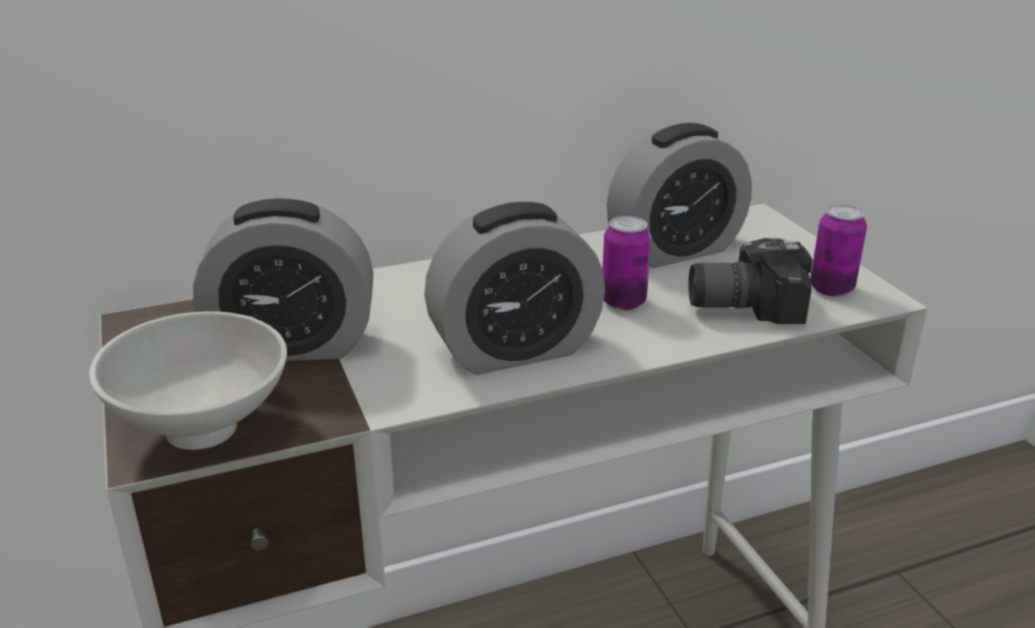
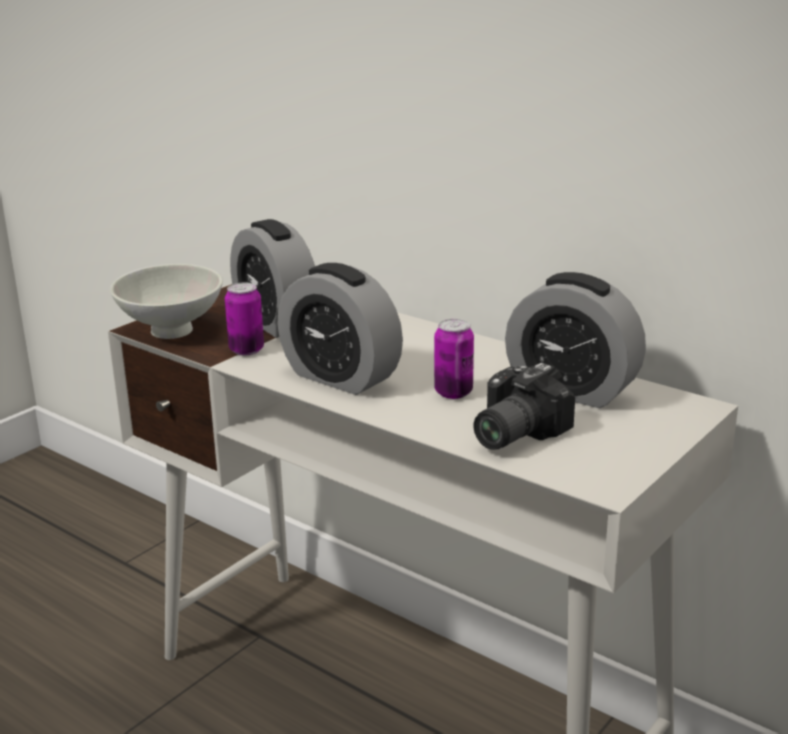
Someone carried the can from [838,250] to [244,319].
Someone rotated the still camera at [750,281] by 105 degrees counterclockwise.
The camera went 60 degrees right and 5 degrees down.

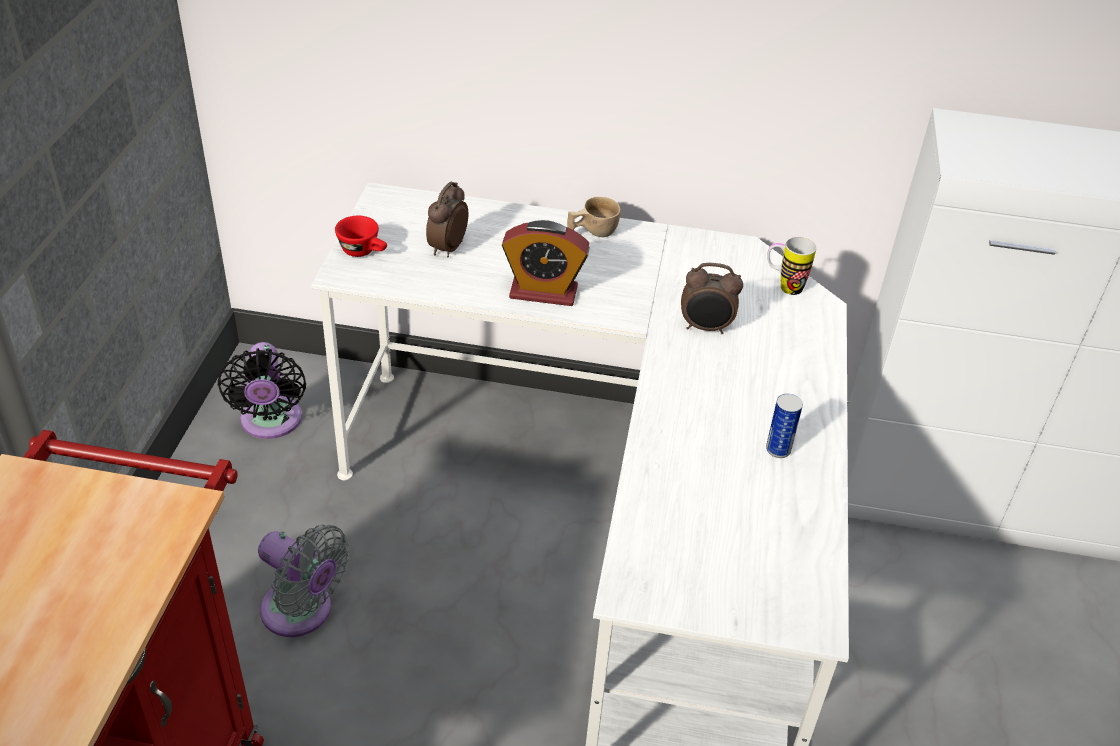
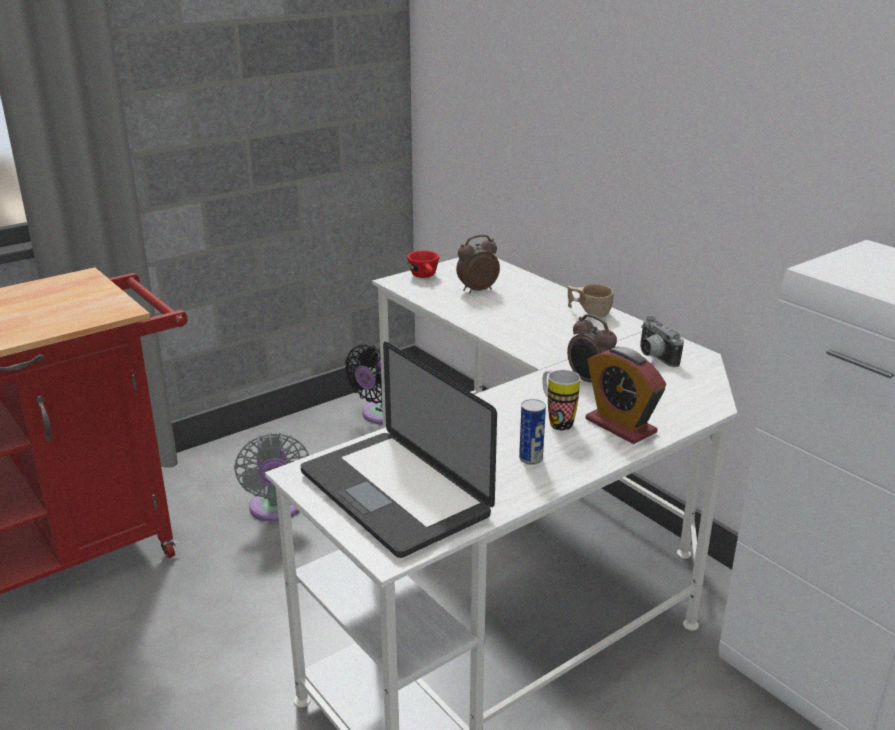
Someone put down the notebook computer at [399,450].
Someone carried the coffee mug from [791,266] to [561,400].
Someone carried the alarm clock from [546,263] to [626,395].
Someone put down the still camera at [662,341].
The camera went 45 degrees right and 15 degrees down.

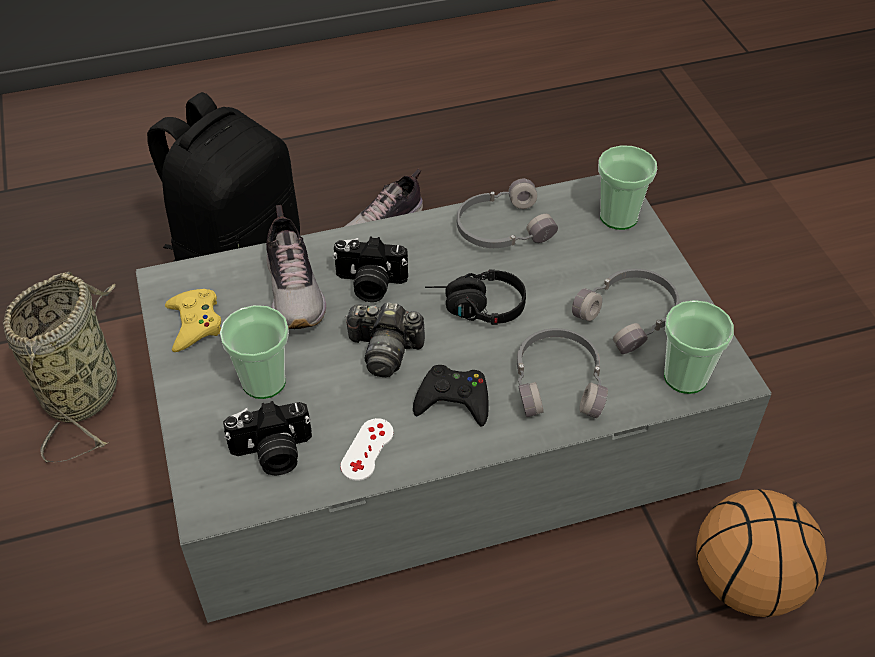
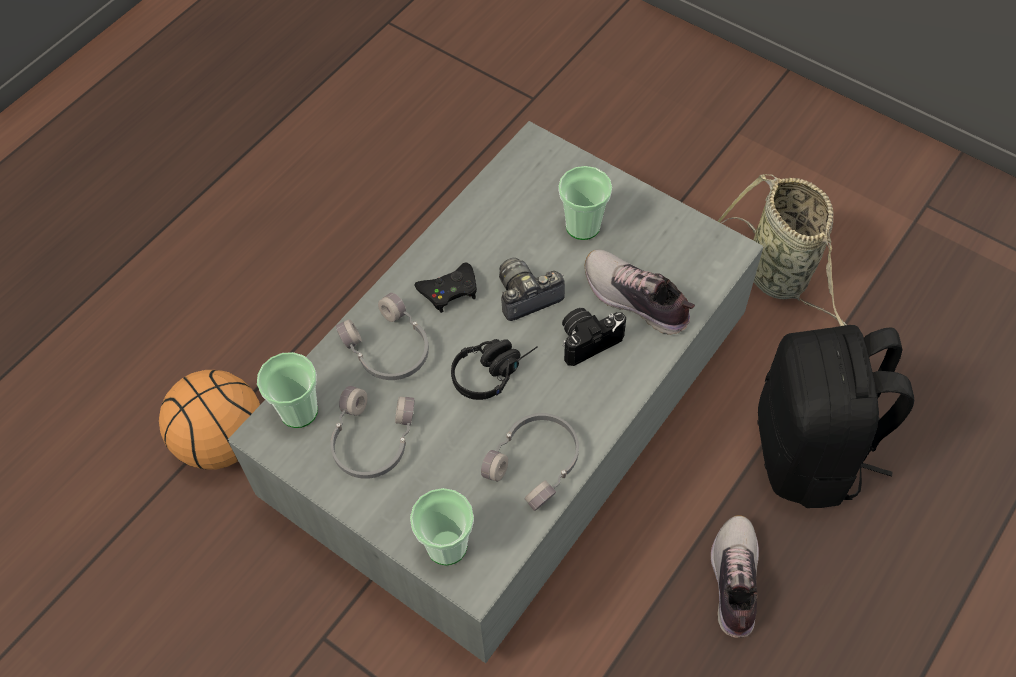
Someone took away the game controller (yellow) at [193,320].
Someone took away the still camera at [267,438].
Someone took away the game controller (white) at [367,449].
The camera went 145 degrees right and 10 degrees up.

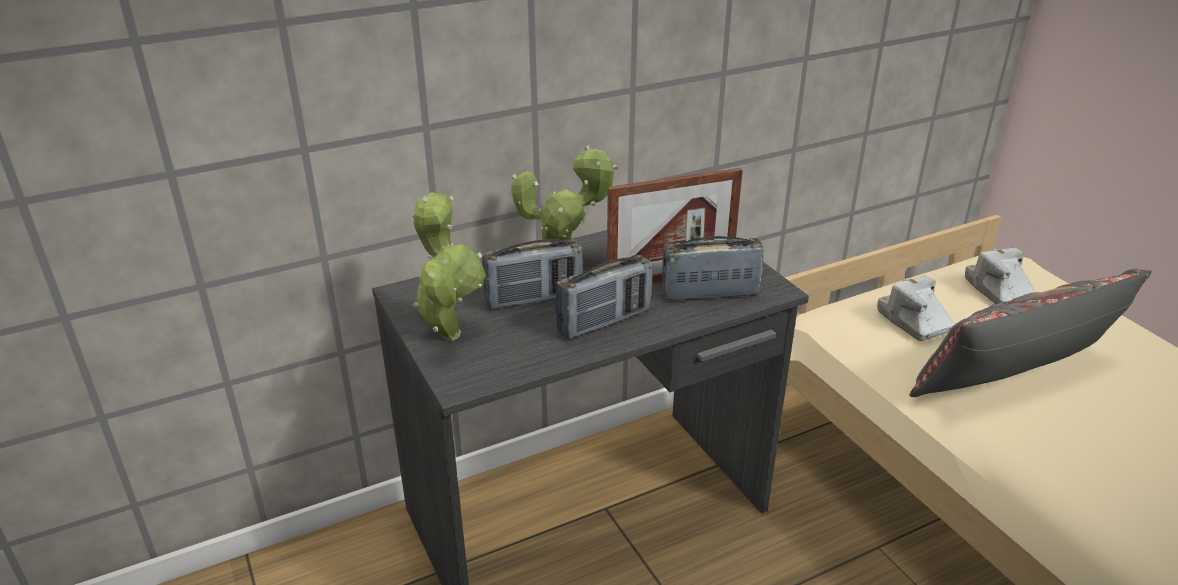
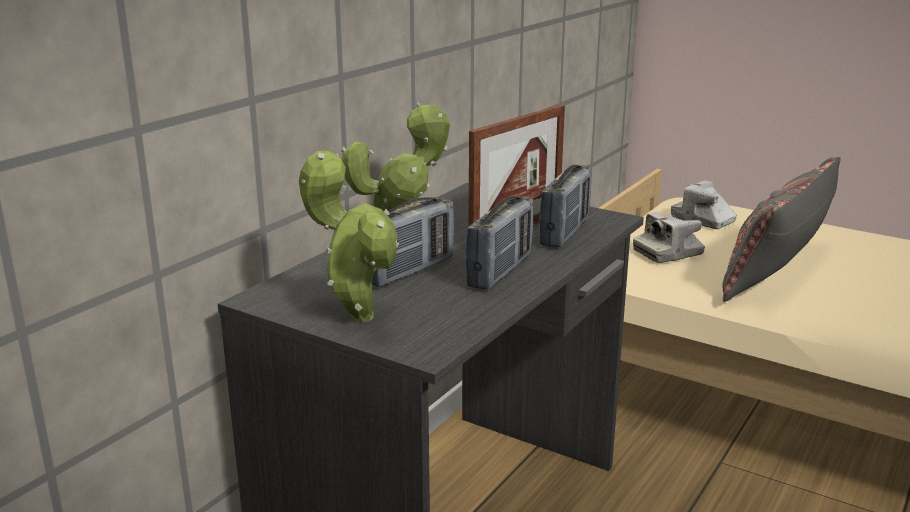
Someone rotated the radio receiver at [713,268] by 150 degrees clockwise.
Someone rotated the still camera at [916,308] by 60 degrees counterclockwise.
The camera went 30 degrees left and 10 degrees down.

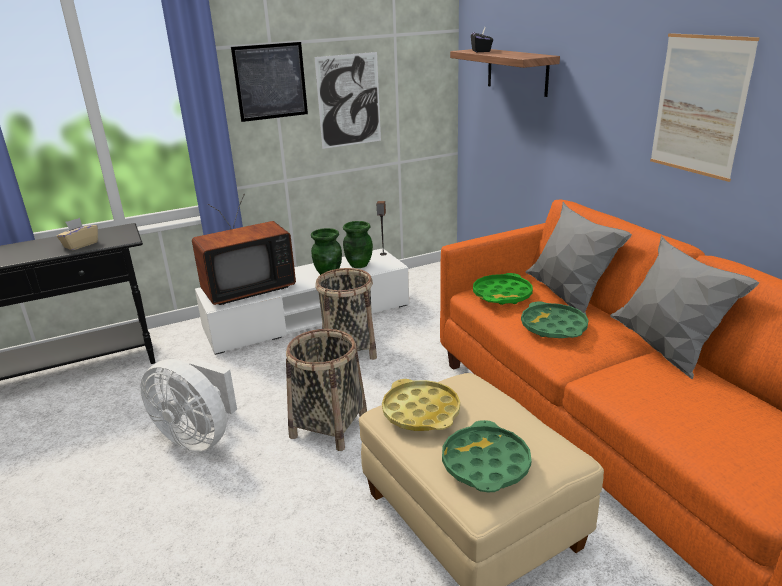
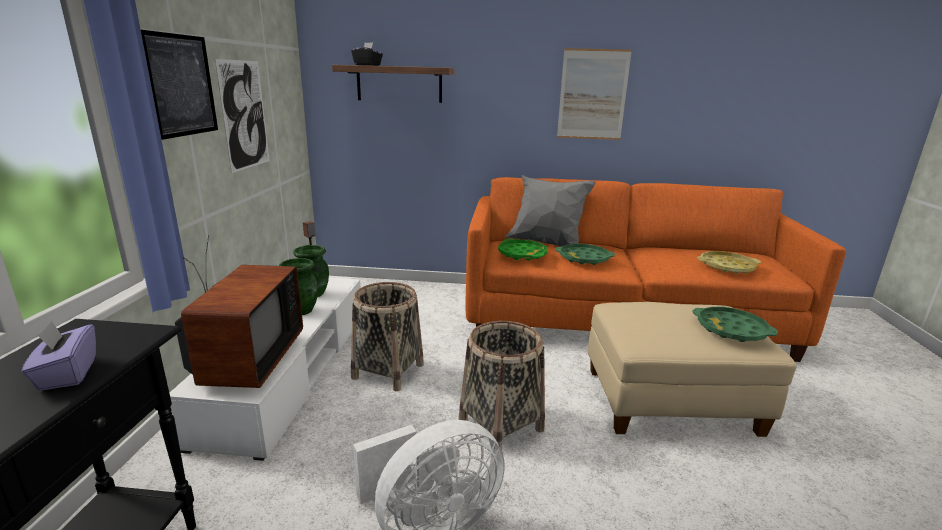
Someone repainted the tissue holder (beige) at [77,234], which became the tissue holder (purple-coloured) at [58,356].
Someone carried the tray (yellow) from [421,405] to [729,262].
Someone took away the pillow (greyish) at [684,307].
The camera went 60 degrees left and 5 degrees down.

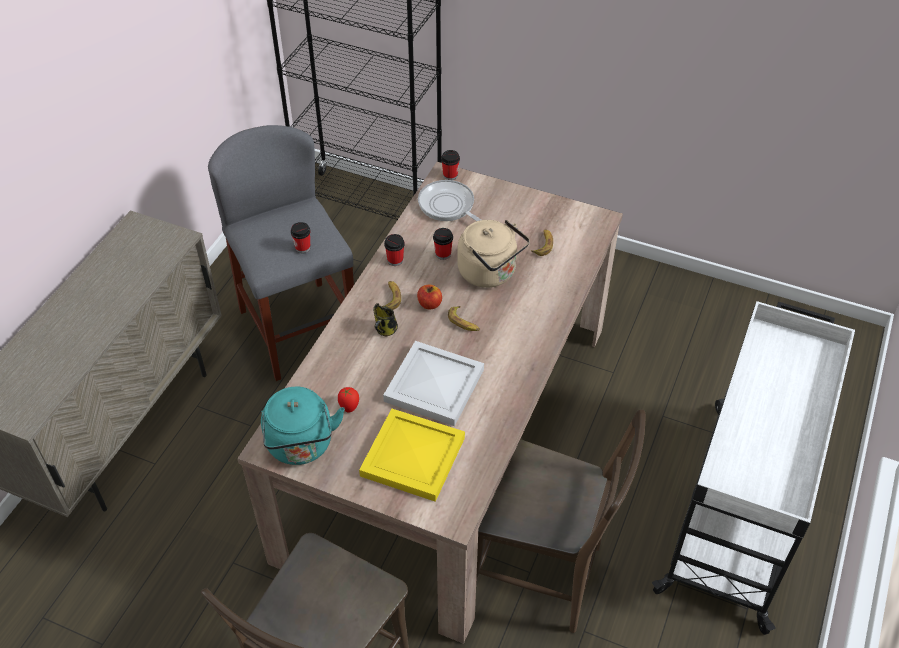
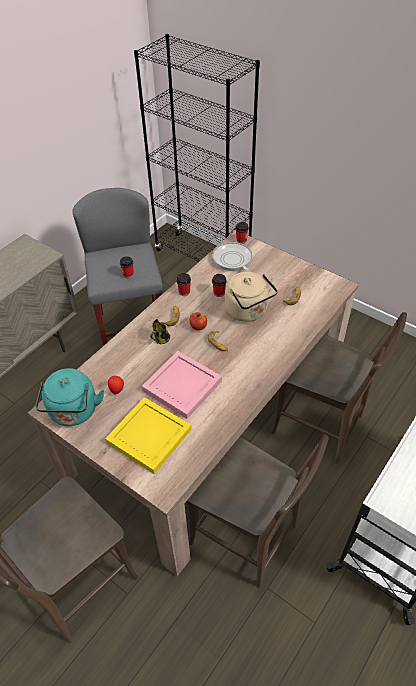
Someone repainted the tray (white) at [433,383], which became the tray (pinkish) at [182,385].
Someone put down the plain chair (brownish) at [339,387].
The camera went 15 degrees right and 0 degrees up.

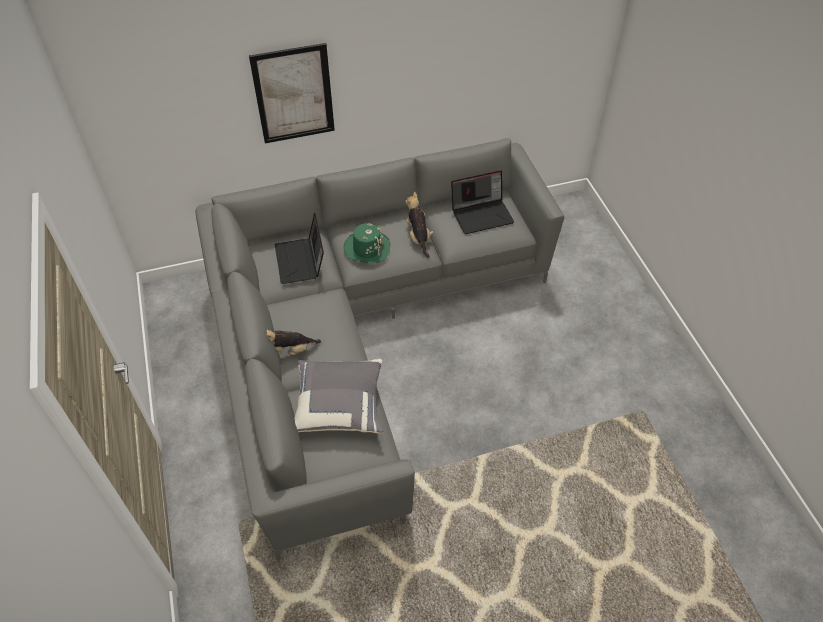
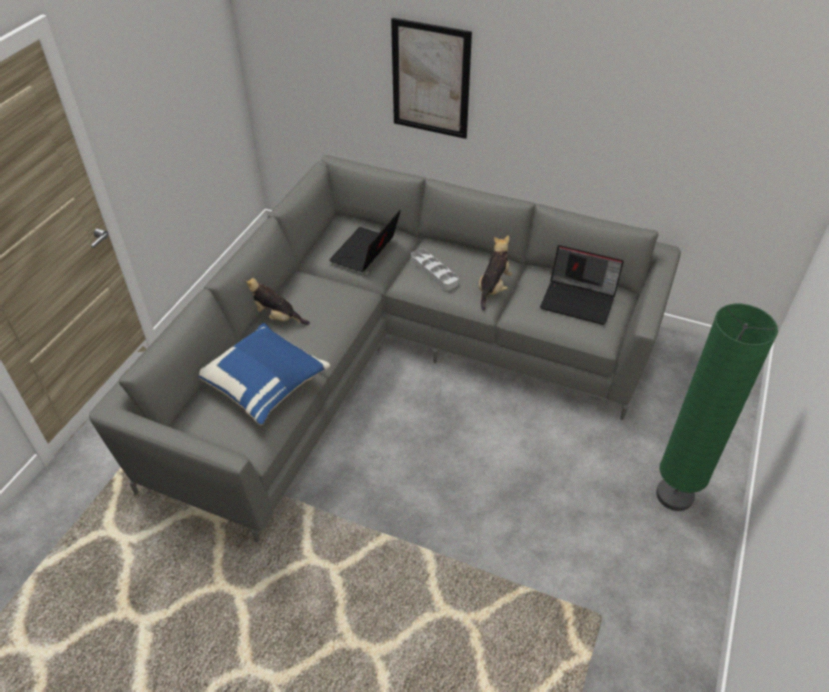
Someone repainted the pillow (greyish) at [338,396], which became the pillow (blue) at [264,374].
Someone swapped the hat (greenish) at [367,243] for the tray (greyish) at [434,269].
Someone put down the standing lamp (greenish) at [717,407].
The camera went 40 degrees right and 5 degrees down.

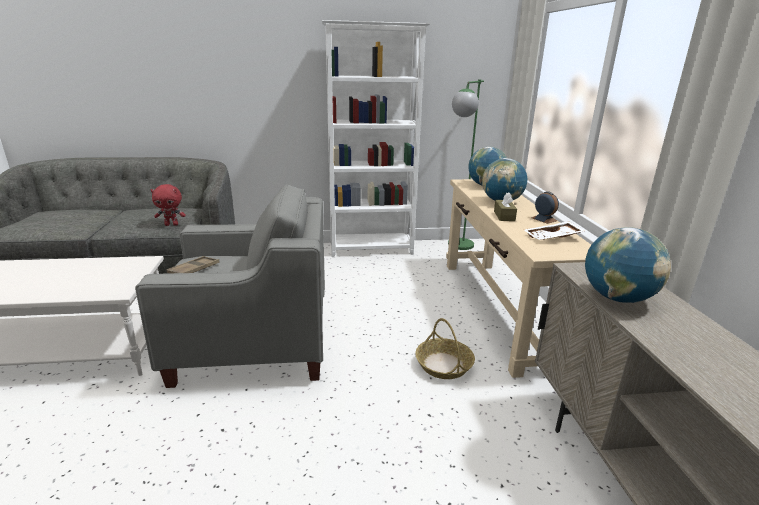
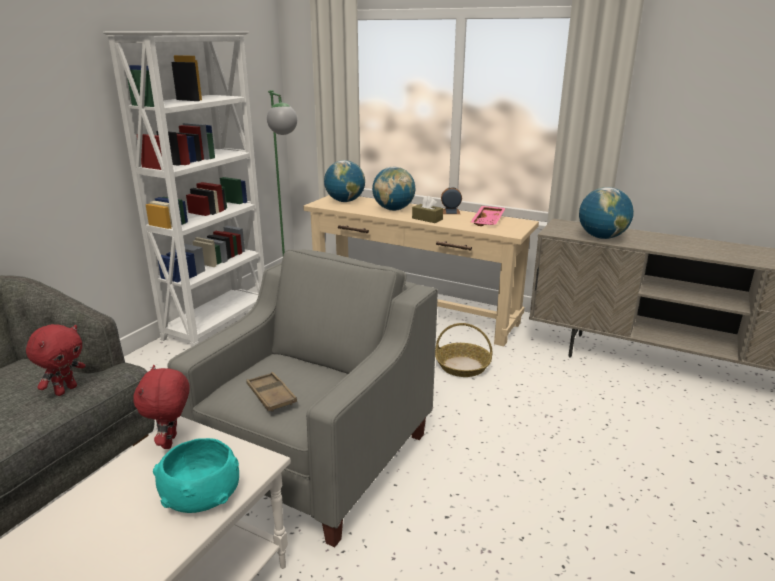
Someone put down the plush toy (red) at [161,407].
Someone put down the serving bowl (turquoise-coloured) at [196,475].
Someone repainted the tray (white) at [555,230], which became the tray (pinkish) at [488,216].
The camera went 55 degrees left and 0 degrees up.

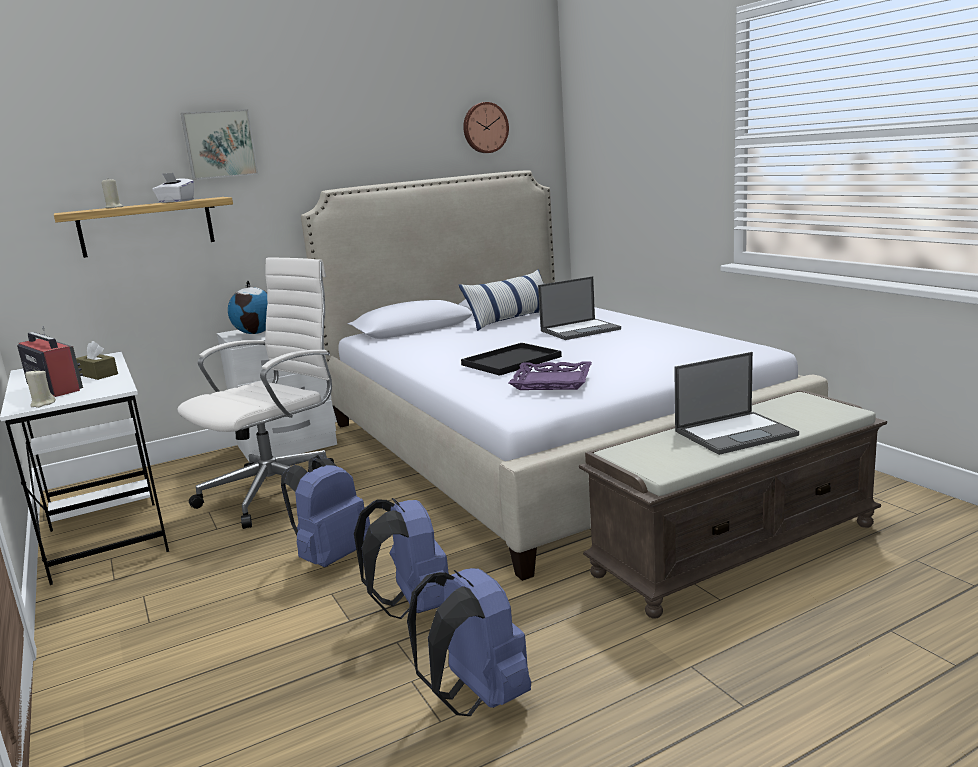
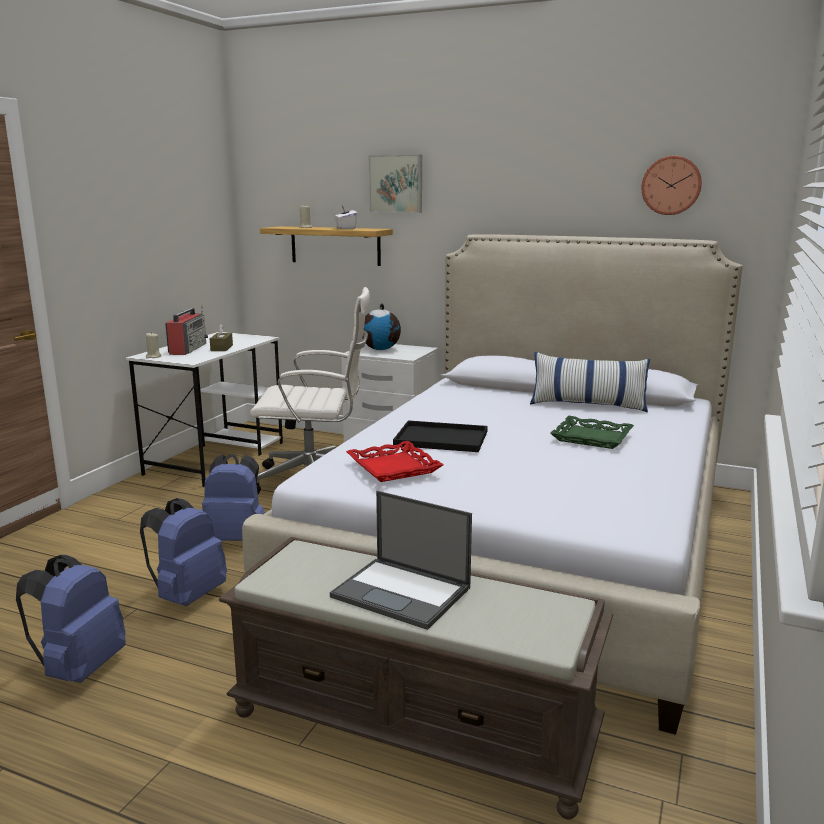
Someone repainted the tray (purple-coloured) at [550,375], which became the tray (red) at [395,461].
Someone swapped the notebook computer at [579,308] for the tray (greenish) at [592,432].
The camera went 50 degrees right and 0 degrees up.

